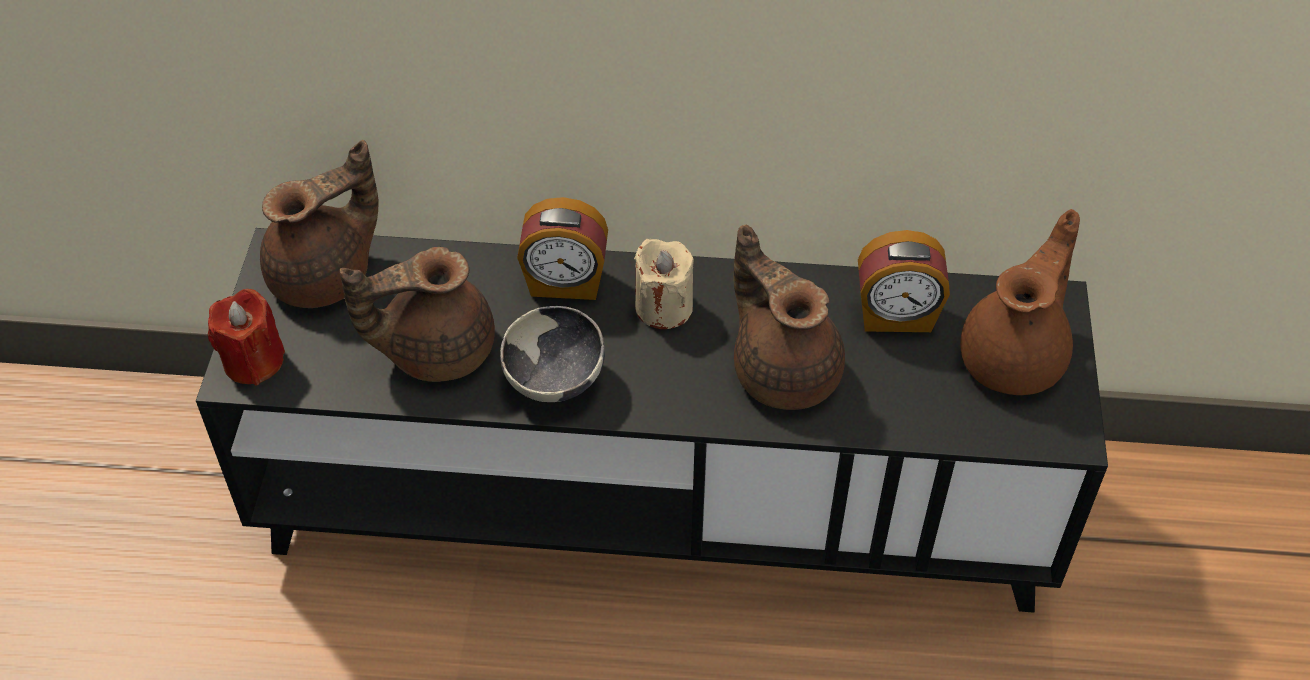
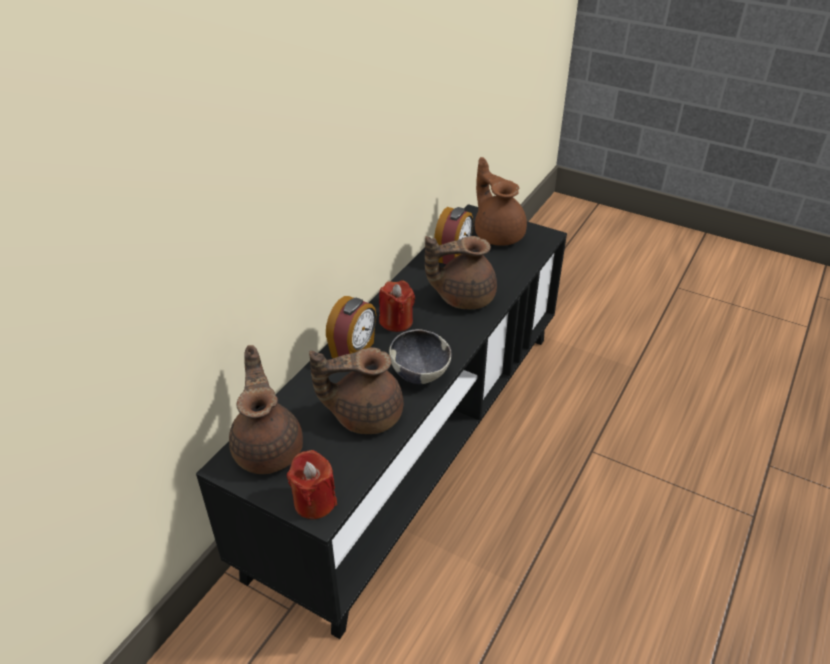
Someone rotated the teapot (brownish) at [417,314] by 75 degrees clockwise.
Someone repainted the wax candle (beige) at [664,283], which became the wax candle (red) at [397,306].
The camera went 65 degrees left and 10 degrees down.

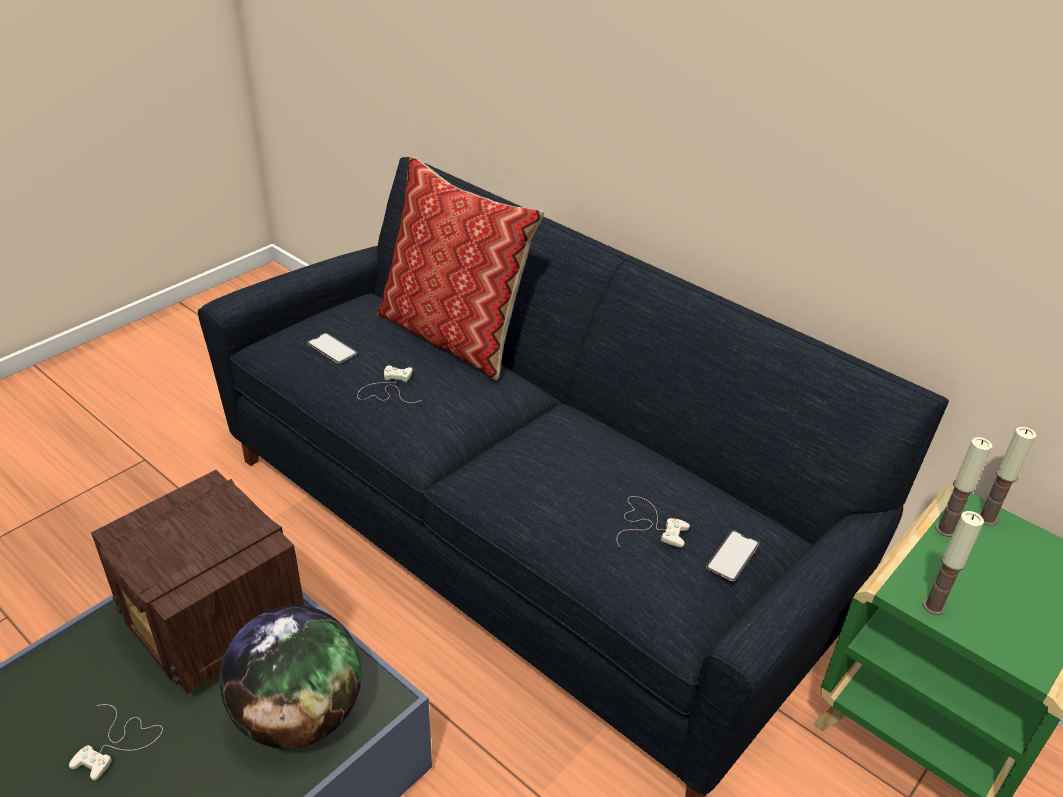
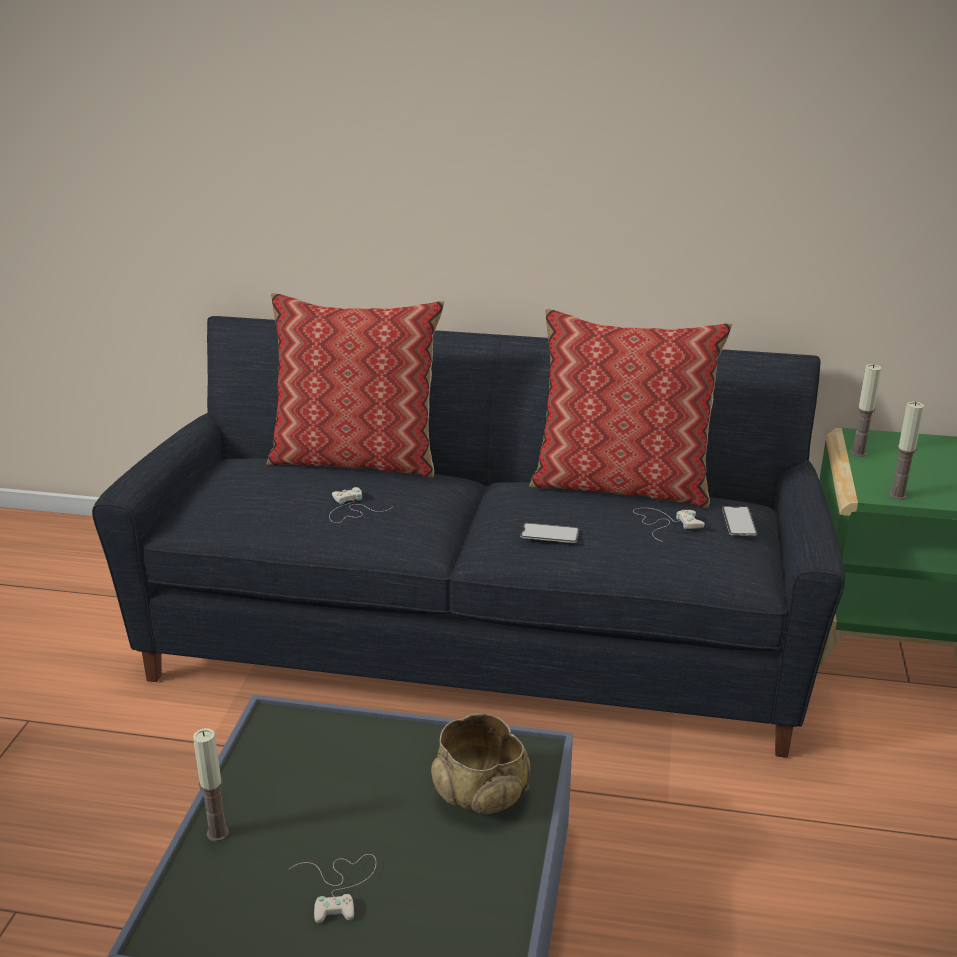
Someone carried the wax candle from [1007,476] to [211,785].
Someone swapped the world globe at [291,677] for the serving bowl (beige) at [481,763].
Someone carried the handset from [332,348] to [549,533].
Someone put down the pillow at [630,408].
Someone took away the radio receiver at [197,582].
The camera went 30 degrees left and 10 degrees down.

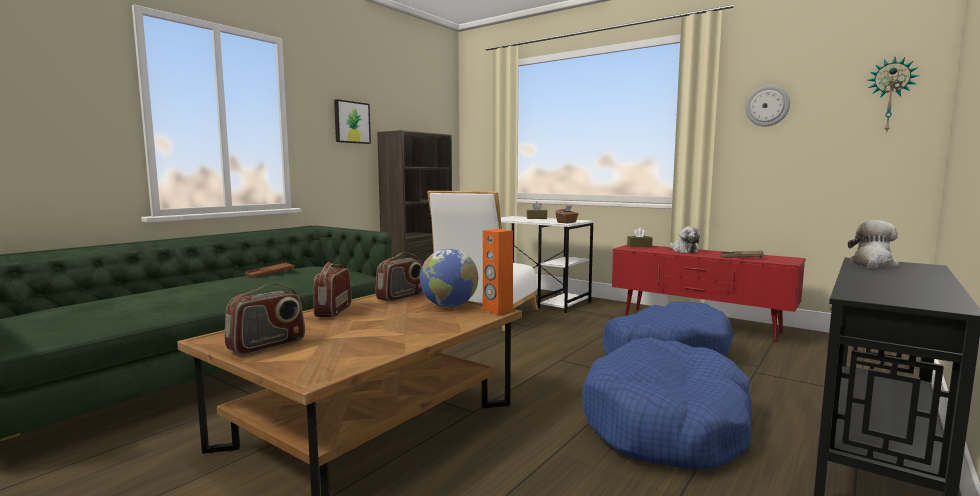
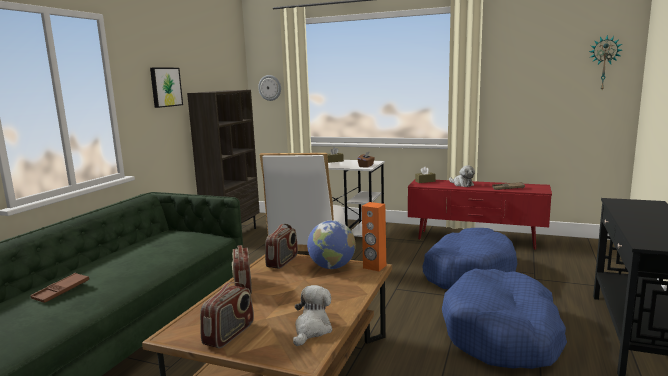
Someone carried the tray (brownish) from [270,270] to [60,288].
Someone carried the clock on the wall from [767,106] to [269,88].
Someone carried the plush toy from [873,244] to [312,315].
The camera went 15 degrees left and 5 degrees up.

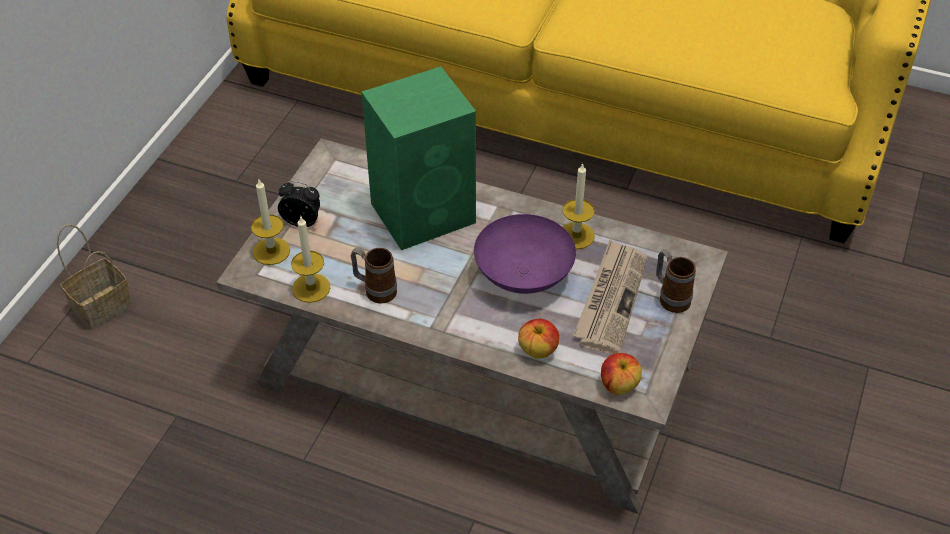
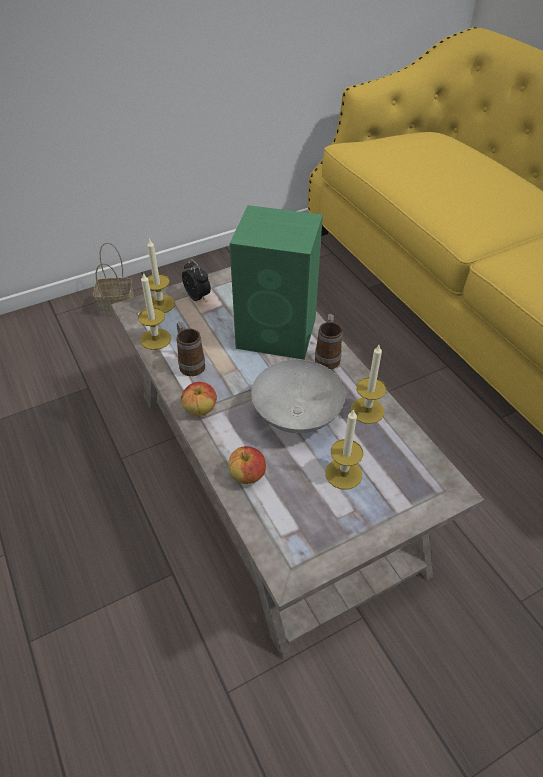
Someone carried the apple fruit from [621,374] to [199,399].
Someone repainted the serving bowl (purple-coloured) at [525,254], which became the serving bowl (greyish) at [298,396].
Someone carried the coffee mug from [676,281] to [329,341].
Someone swapped the daily paper at [610,297] for the wax candle at [344,449].
The camera went 40 degrees right and 0 degrees up.

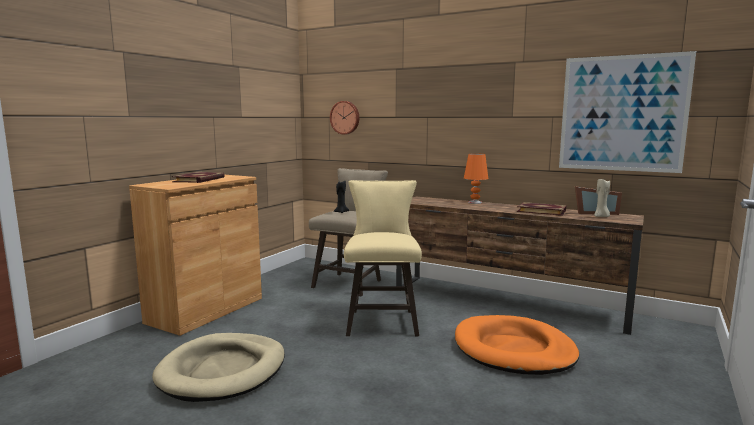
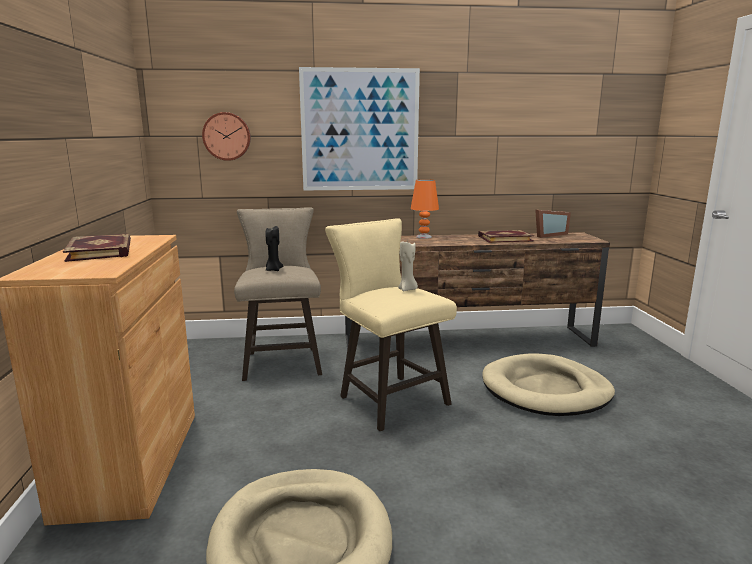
Someone carried the wall art from [627,112] to [359,128].
Someone carried the wax candle (beige) from [602,198] to [408,266].
Someone repainted the dog cushion (orange) at [517,345], which became the dog cushion (beige) at [548,384].
The camera went 35 degrees left and 5 degrees up.

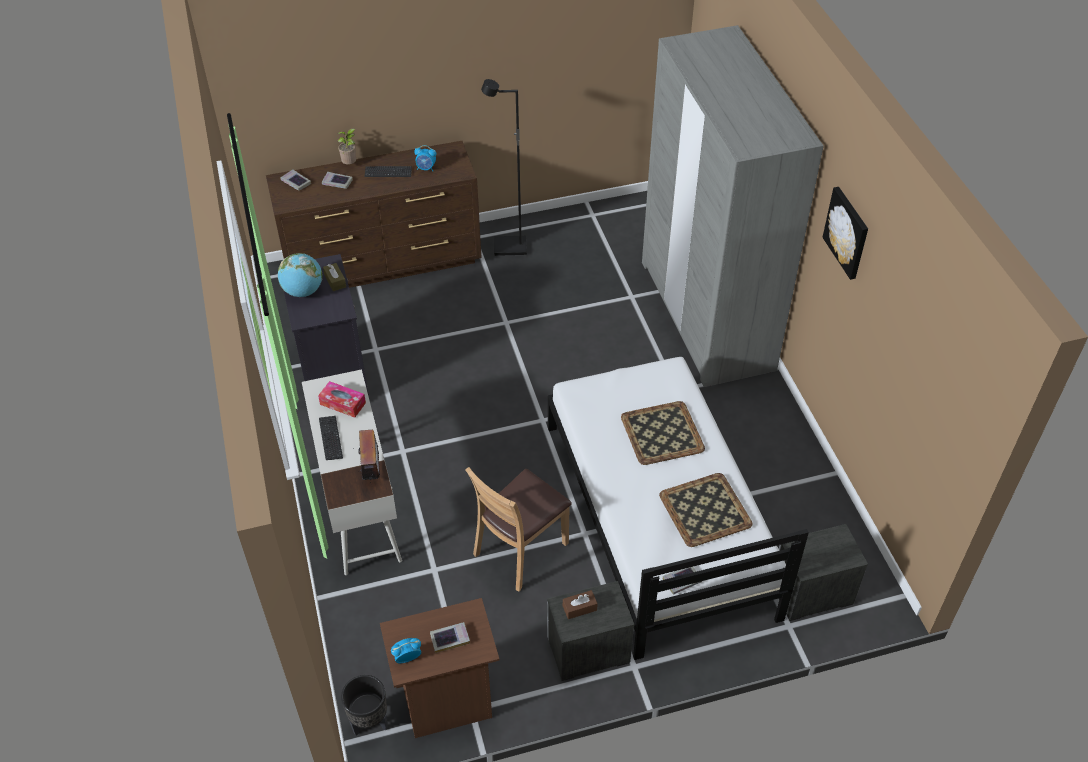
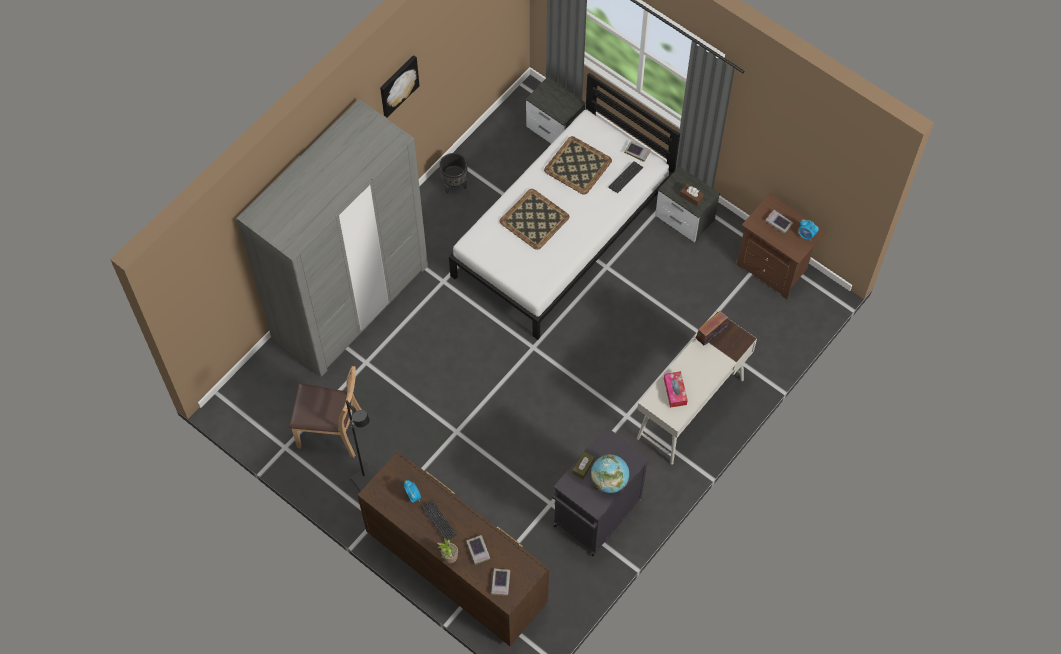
Someone carried the plain chair (brownish) from [518,529] to [325,412].
Someone carried the planter (blackish) from [364,705] to [453,173].
Someone carried the keyboard from [331,438] to [625,177].
The camera went 125 degrees left and 15 degrees up.

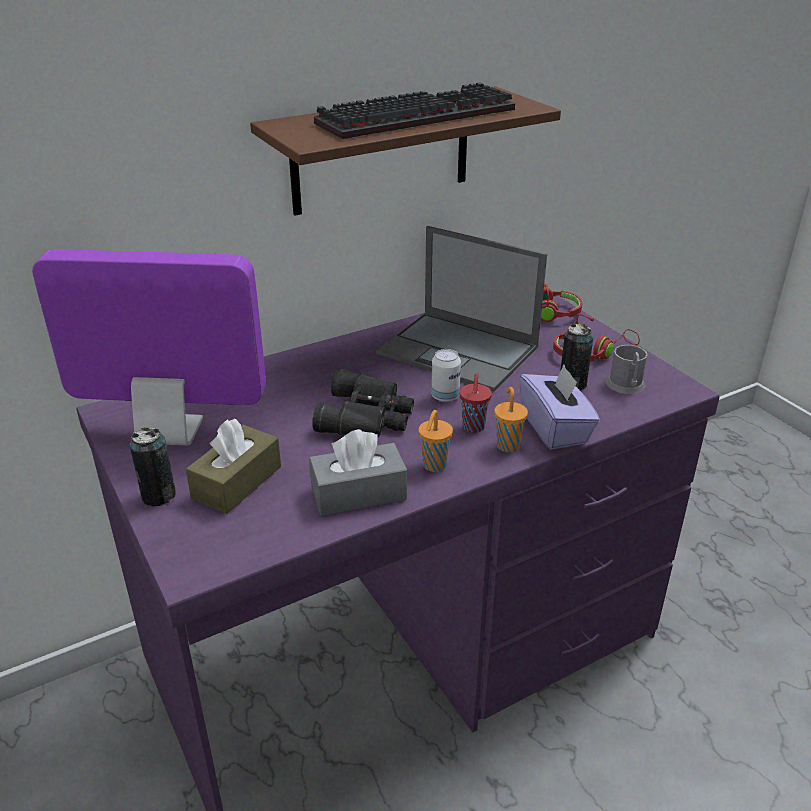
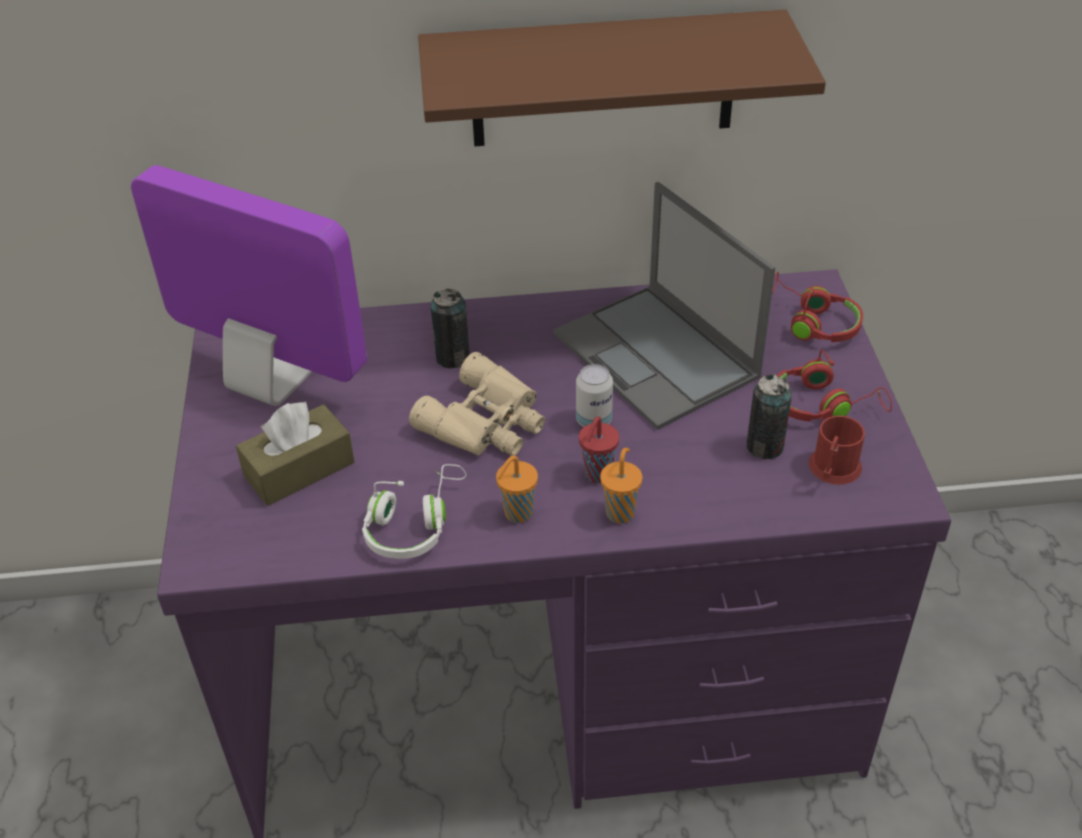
Someone swapped the tissue holder (greyish) at [358,472] for the headset (white) at [414,511].
Someone repainted the field glasses (blackish) at [363,402], which became the field glasses (beige) at [477,404].
Someone carried the can from [153,466] to [450,328].
Someone repainted the coffee mug (greyish) at [626,369], which became the coffee mug (red) at [837,450].
Someone took away the keyboard at [414,110].
Someone took away the tissue holder (purple-coloured) at [559,407].
The camera went 25 degrees right and 10 degrees up.

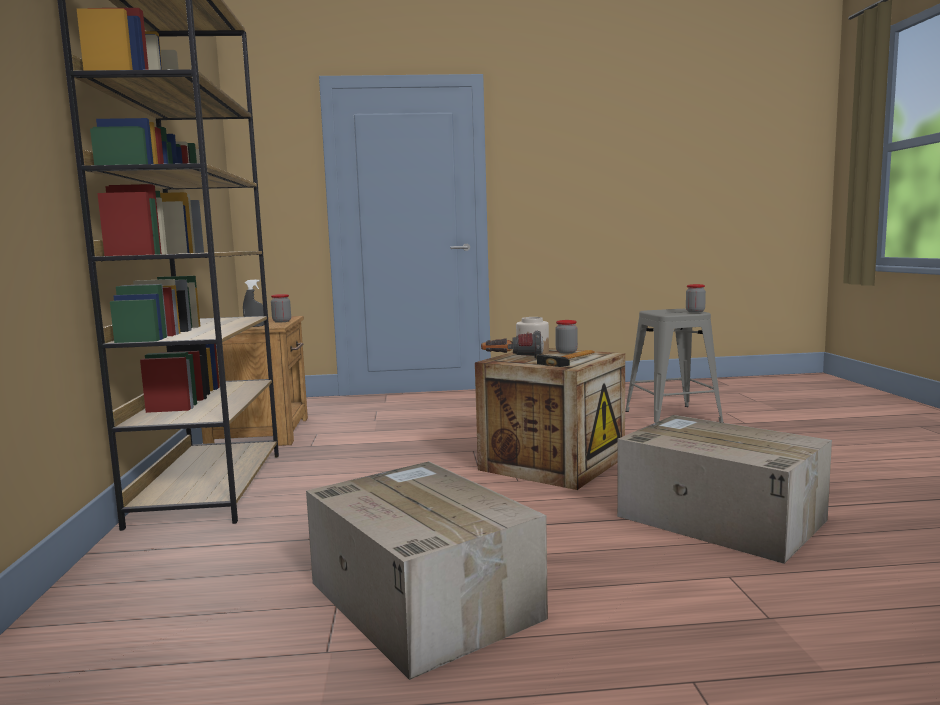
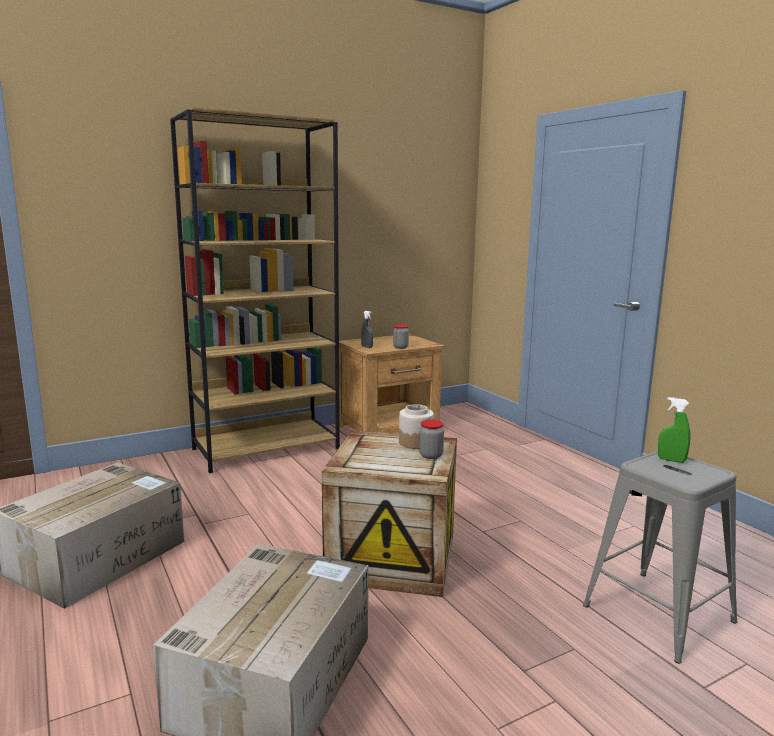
Someone put down the spray bottle (greenish) at [674,430].
Someone took away the hand torch at [512,345].
Someone took away the hand hammer at [566,358].
Someone took away the jar at [696,298].
The camera went 65 degrees right and 5 degrees up.

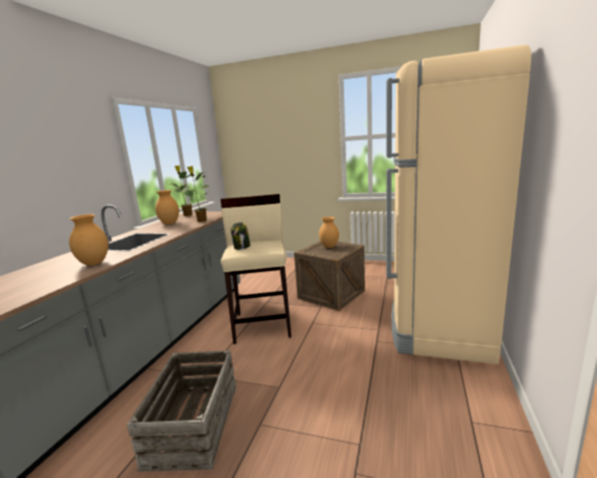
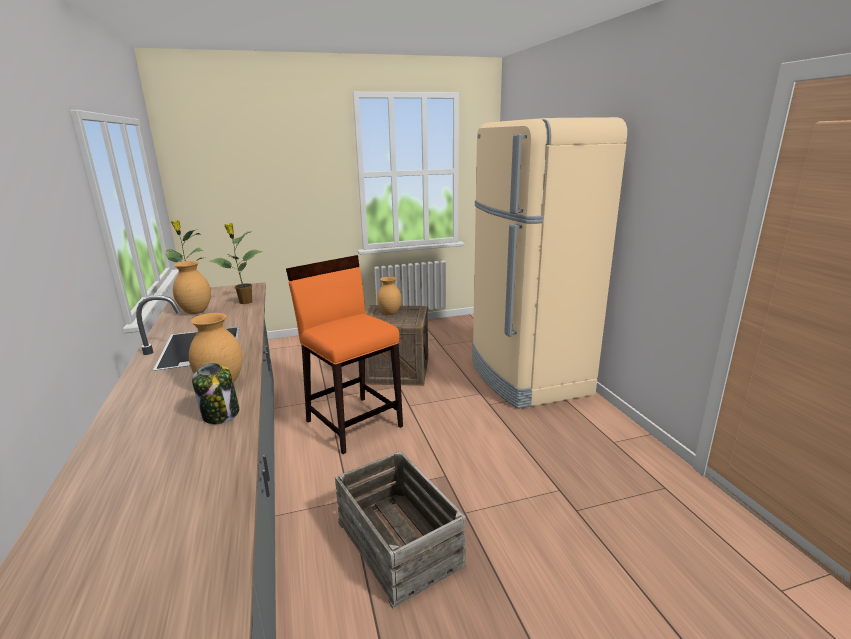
Someone carried the jar from [240,236] to [215,393].
Someone repainted the sitting stool (beige) at [255,269], which became the sitting stool (orange) at [344,354].
The camera went 35 degrees left and 5 degrees up.

